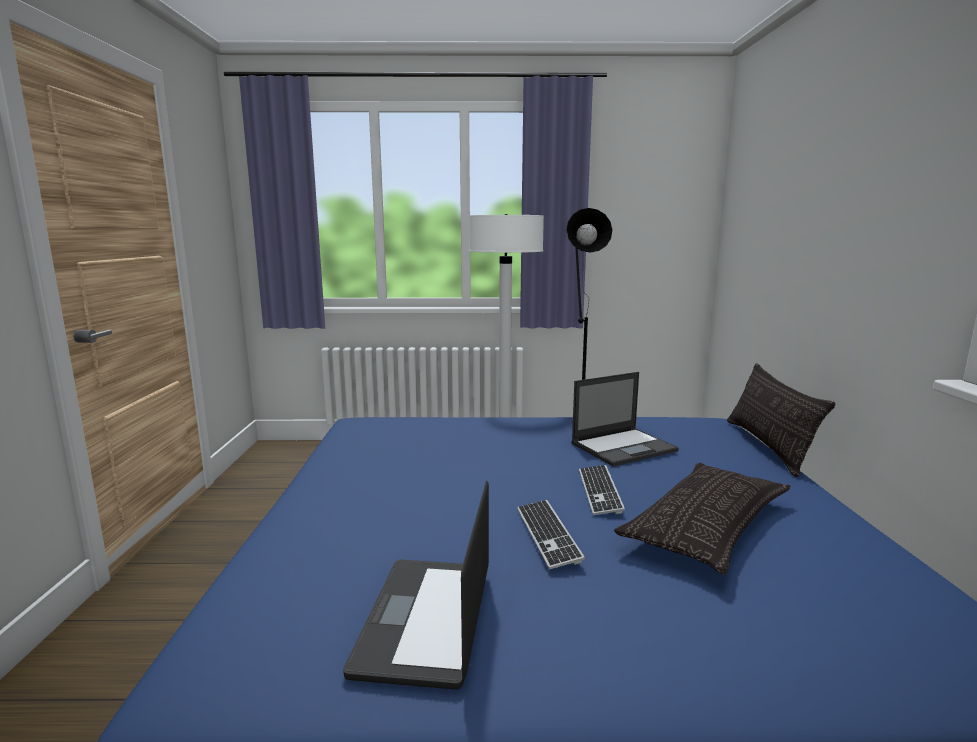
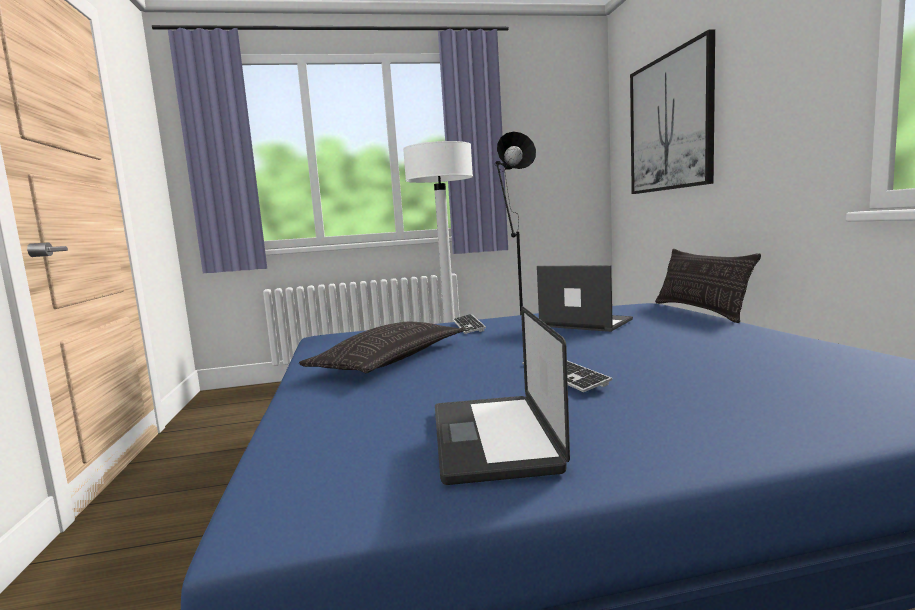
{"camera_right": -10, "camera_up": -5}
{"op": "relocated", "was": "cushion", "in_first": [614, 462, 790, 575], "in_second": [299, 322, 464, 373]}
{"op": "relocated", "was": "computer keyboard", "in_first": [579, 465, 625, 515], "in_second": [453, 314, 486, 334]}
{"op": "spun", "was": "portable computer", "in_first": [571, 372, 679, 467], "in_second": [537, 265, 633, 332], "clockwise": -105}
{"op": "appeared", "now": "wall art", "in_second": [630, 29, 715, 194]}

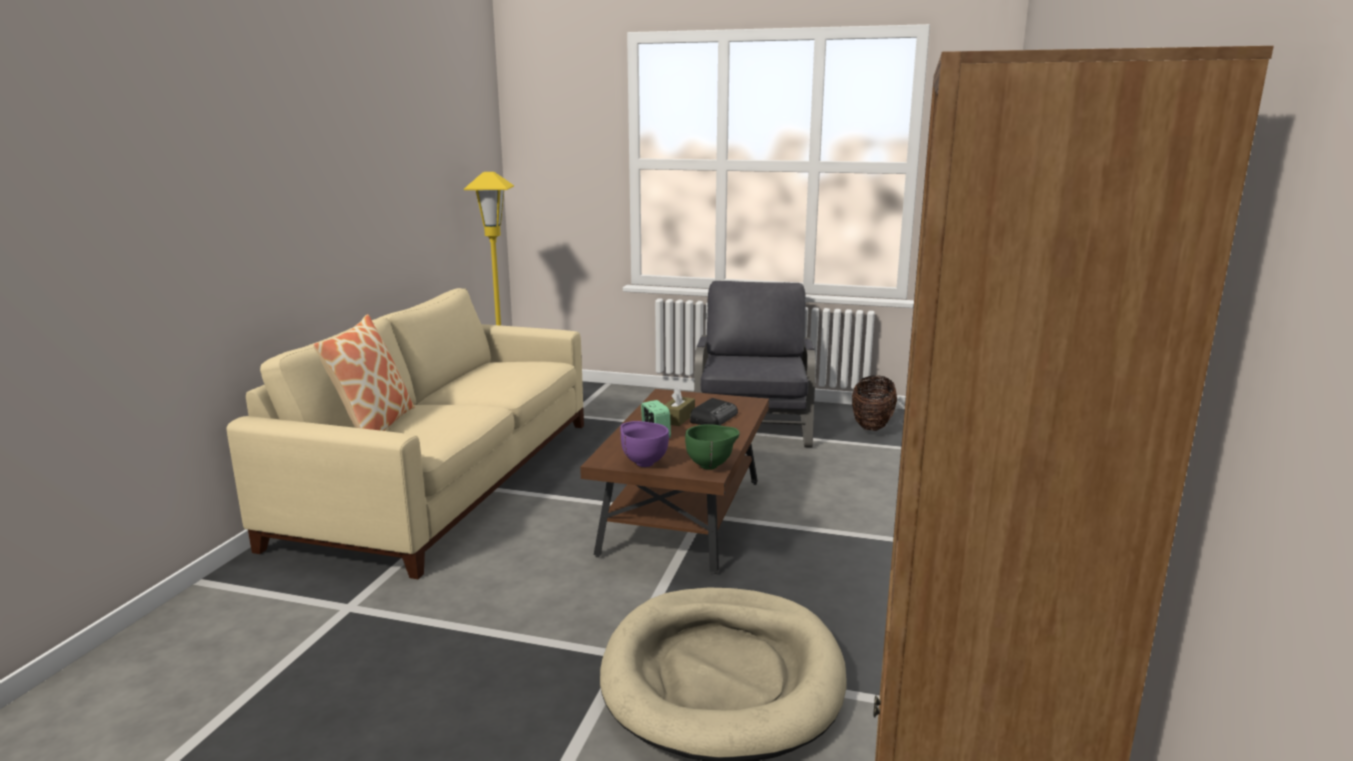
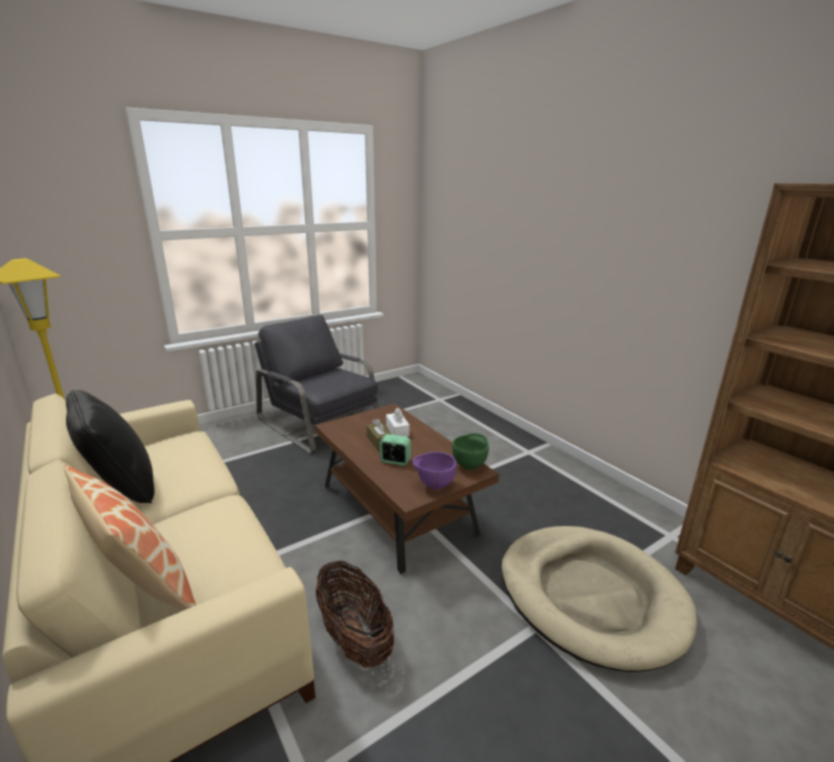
{"camera_right": -50, "camera_up": 5}
{"op": "appeared", "now": "cushion (blackish)", "in_second": [66, 390, 155, 503]}
{"op": "relocated", "was": "household basket", "in_first": [852, 375, 897, 431], "in_second": [316, 560, 394, 668]}
{"op": "exchanged", "was": "radio receiver", "now": "tissue box (white)", "in_first": [690, 398, 738, 425], "in_second": [386, 408, 410, 437]}

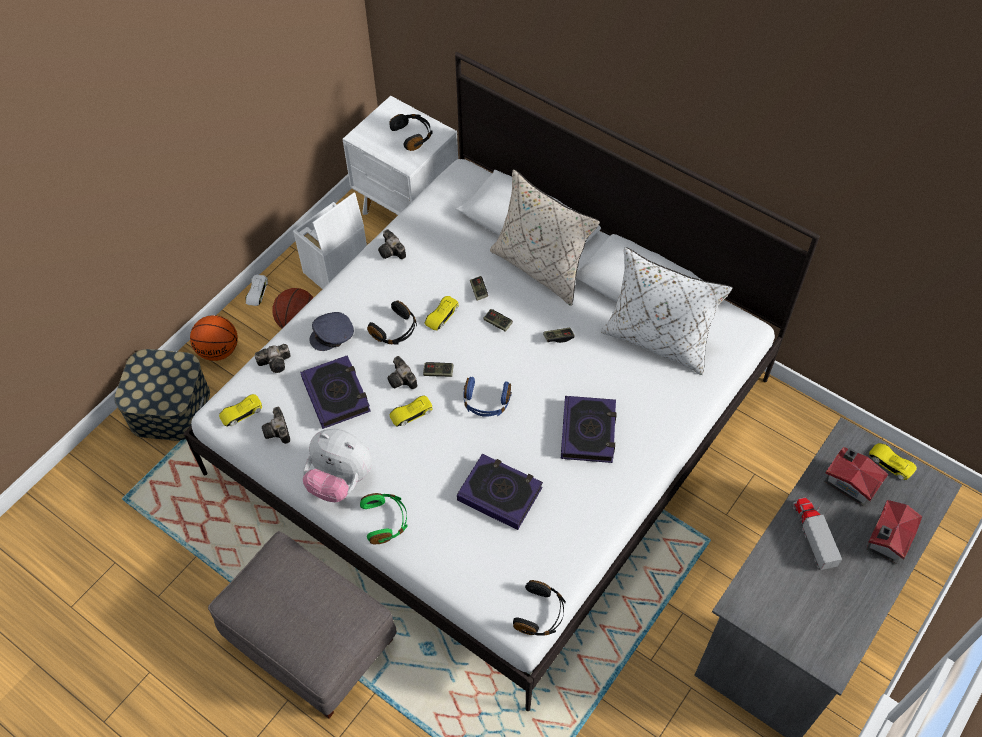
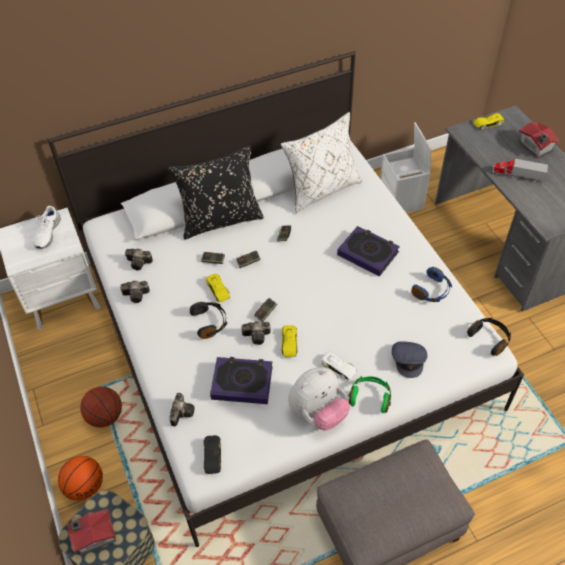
{"camera_right": -60, "camera_up": -5}
{"op": "exchanged", "was": "headphones (blackish)", "now": "shoe (white)", "in_first": [389, 114, 433, 151], "in_second": [34, 206, 61, 249]}
{"op": "relocated", "was": "toy house", "in_first": [824, 447, 888, 506], "in_second": [67, 509, 116, 555]}
{"op": "relocated", "was": "still camera", "in_first": [262, 407, 290, 444], "in_second": [125, 249, 153, 270]}
{"op": "colour", "was": "cushion (beige)", "now": "cushion (blackish)", "in_first": [490, 170, 600, 306], "in_second": [168, 145, 264, 240]}
{"op": "colour", "was": "toy car (yellowish)", "now": "toy car (blackish)", "in_first": [219, 394, 262, 427], "in_second": [204, 435, 221, 474]}
{"op": "relocated", "was": "toy car (white)", "in_first": [246, 275, 268, 306], "in_second": [321, 352, 356, 380]}
{"op": "relocated", "was": "storage container (white)", "in_first": [293, 192, 367, 289], "in_second": [380, 122, 431, 213]}
{"op": "relocated", "was": "baseball cap (gray)", "in_first": [309, 312, 354, 351], "in_second": [392, 341, 427, 378]}
{"op": "relocated", "was": "headphones (blue-coloured)", "in_first": [463, 377, 512, 417], "in_second": [411, 267, 452, 302]}
{"op": "missing", "was": "volume", "in_first": [457, 454, 543, 530]}

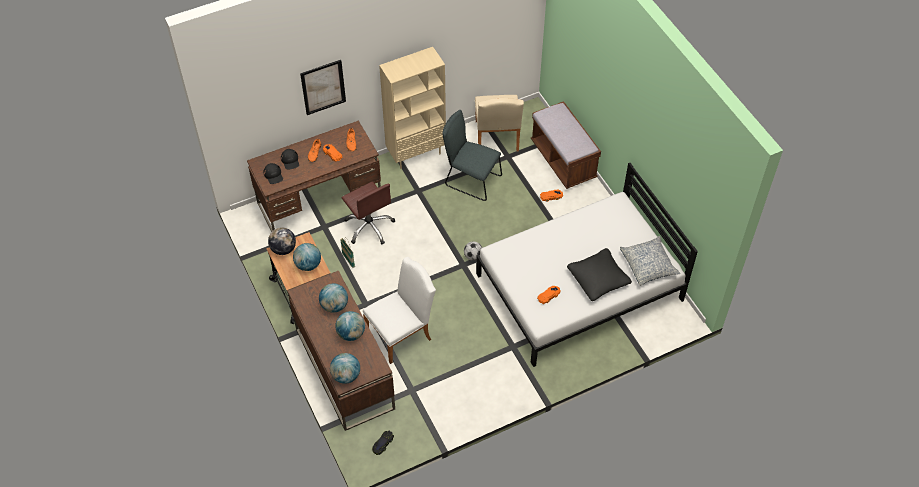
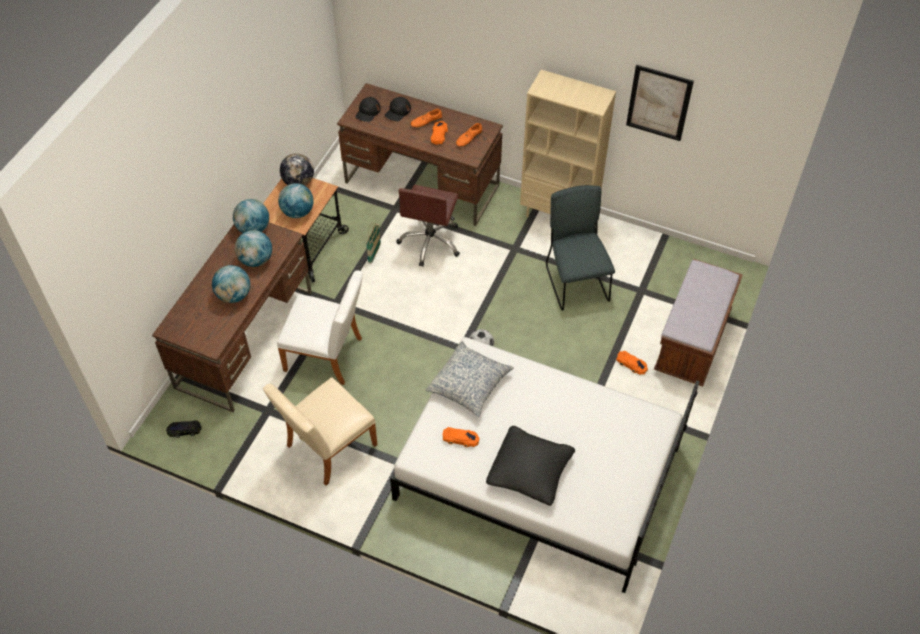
{"camera_right": 50, "camera_up": 0}
{"op": "relocated", "was": "globe", "in_first": [330, 353, 360, 384], "in_second": [233, 199, 269, 233]}
{"op": "relocated", "was": "upright chair (beige)", "in_first": [475, 95, 524, 151], "in_second": [263, 377, 377, 485]}
{"op": "relocated", "was": "cushion", "in_first": [620, 236, 680, 286], "in_second": [426, 341, 514, 417]}
{"op": "relocated", "was": "wall art", "in_first": [300, 60, 346, 115], "in_second": [626, 65, 694, 141]}

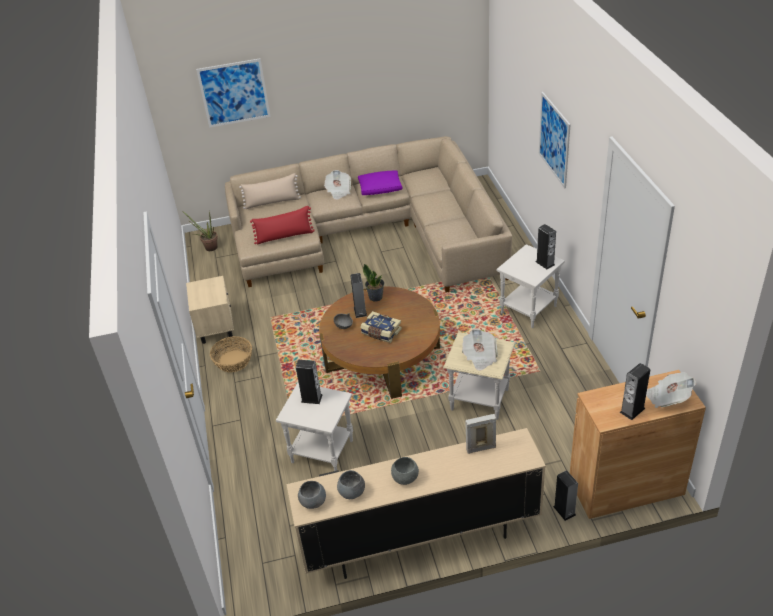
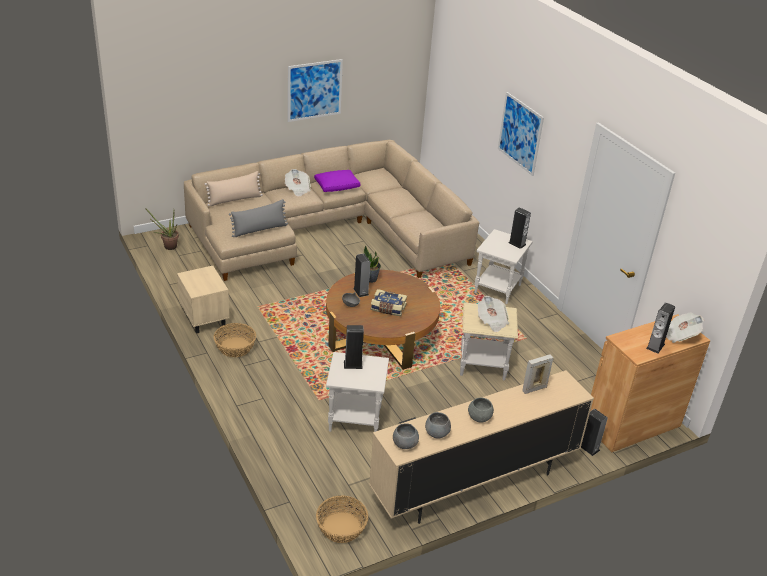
{"camera_right": -20, "camera_up": -5}
{"op": "colour", "was": "cushion (red-coloured)", "now": "cushion (gray)", "in_first": [250, 206, 315, 245], "in_second": [229, 199, 288, 237]}
{"op": "relocated", "was": "wall art", "in_first": [196, 58, 271, 128], "in_second": [288, 59, 343, 122]}
{"op": "appeared", "now": "household basket", "in_second": [316, 495, 368, 543]}

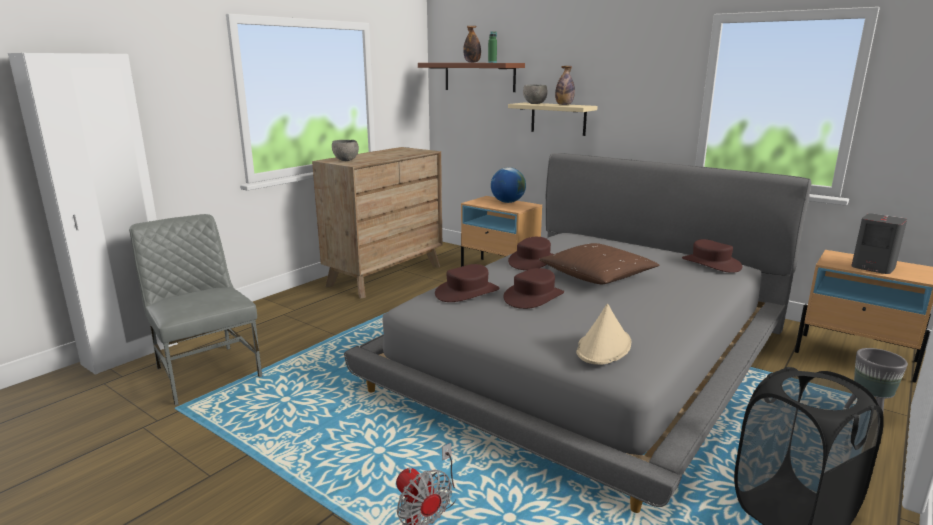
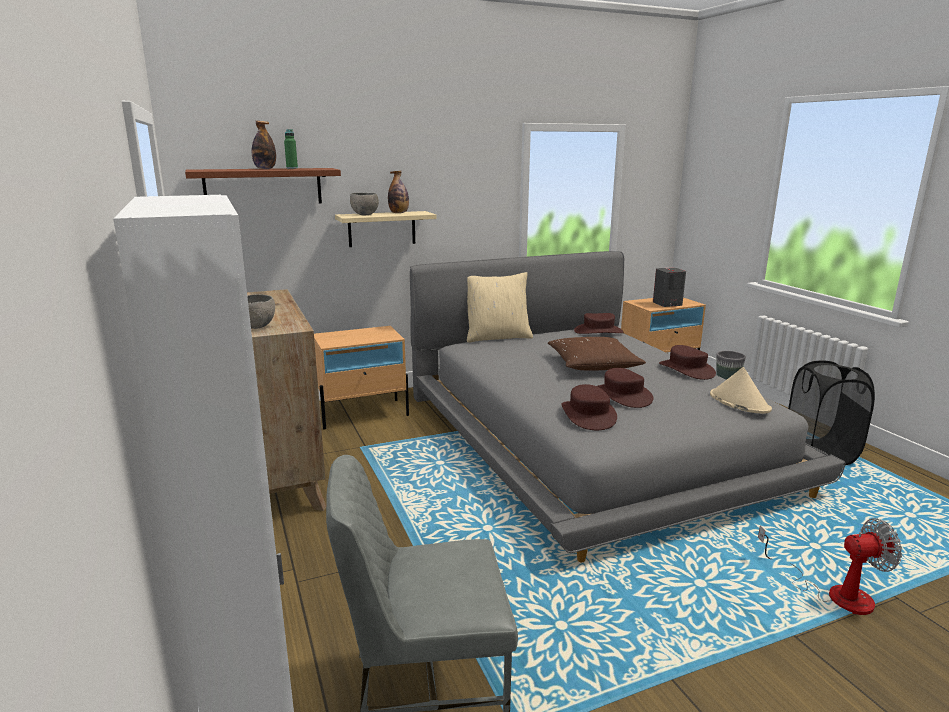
{"camera_right": -60, "camera_up": 0}
{"op": "appeared", "now": "cushion (beige)", "in_second": [467, 272, 533, 343]}
{"op": "relocated", "was": "clothing hat (brownish)", "in_first": [508, 237, 553, 270], "in_second": [659, 345, 716, 380]}
{"op": "missing", "was": "globe", "in_first": [491, 167, 526, 203]}

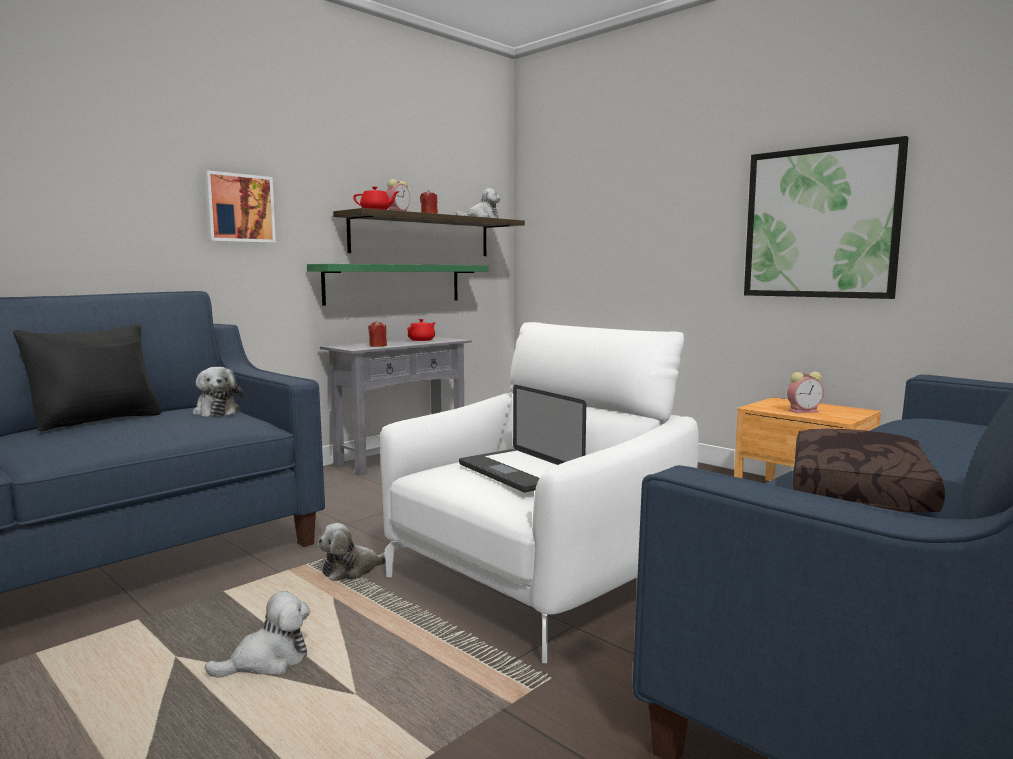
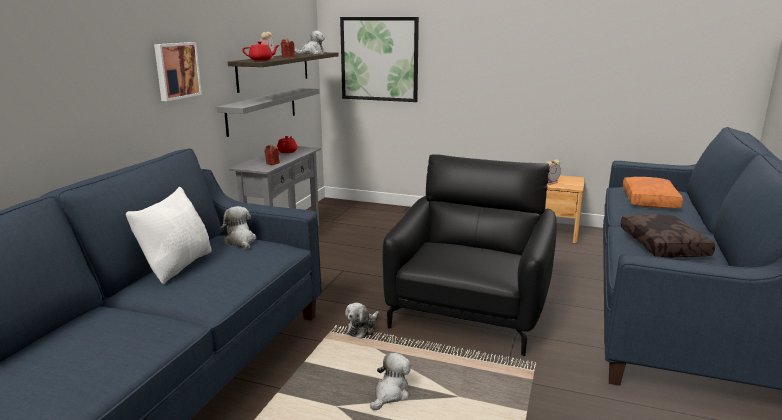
{"camera_right": -25, "camera_up": 10}
{"op": "colour", "was": "cushion (blackish)", "now": "cushion (white)", "in_first": [13, 323, 162, 431], "in_second": [126, 187, 212, 284]}
{"op": "colour", "was": "wall shelf (green)", "now": "wall shelf (gray)", "in_first": [307, 264, 488, 306], "in_second": [217, 88, 319, 137]}
{"op": "spun", "was": "cuddly toy", "in_first": [192, 367, 243, 417], "in_second": [220, 206, 256, 250], "clockwise": -150}
{"op": "relocated", "was": "wall art", "in_first": [744, 136, 909, 299], "in_second": [340, 17, 419, 102]}
{"op": "colour", "was": "easy chair (white)", "now": "easy chair (blackish)", "in_first": [380, 322, 699, 663], "in_second": [382, 154, 557, 356]}
{"op": "appeared", "now": "cushion (orange)", "in_second": [623, 177, 683, 208]}
{"op": "missing", "was": "portable computer", "in_first": [459, 385, 586, 492]}

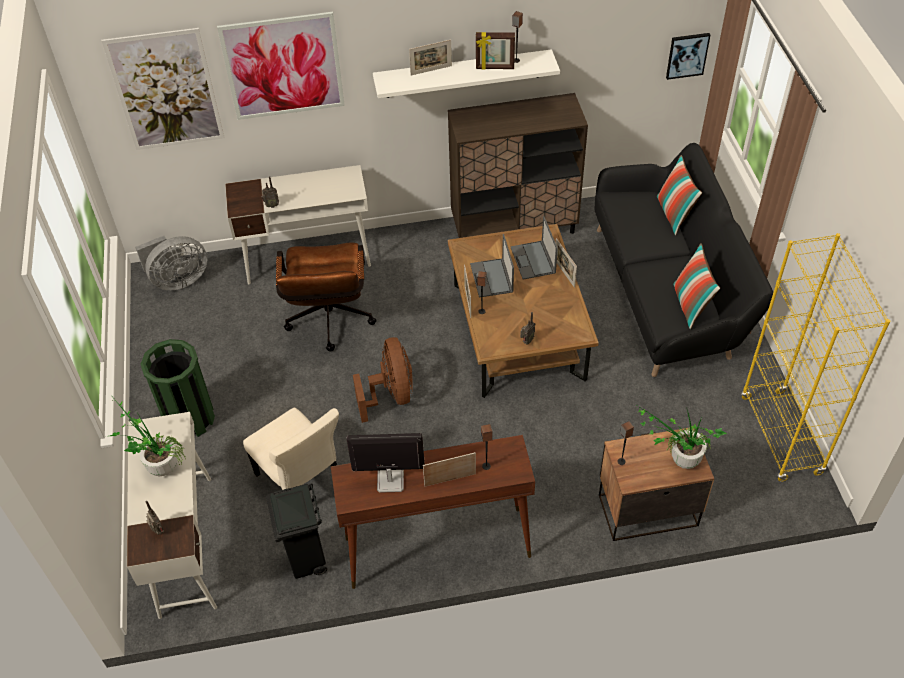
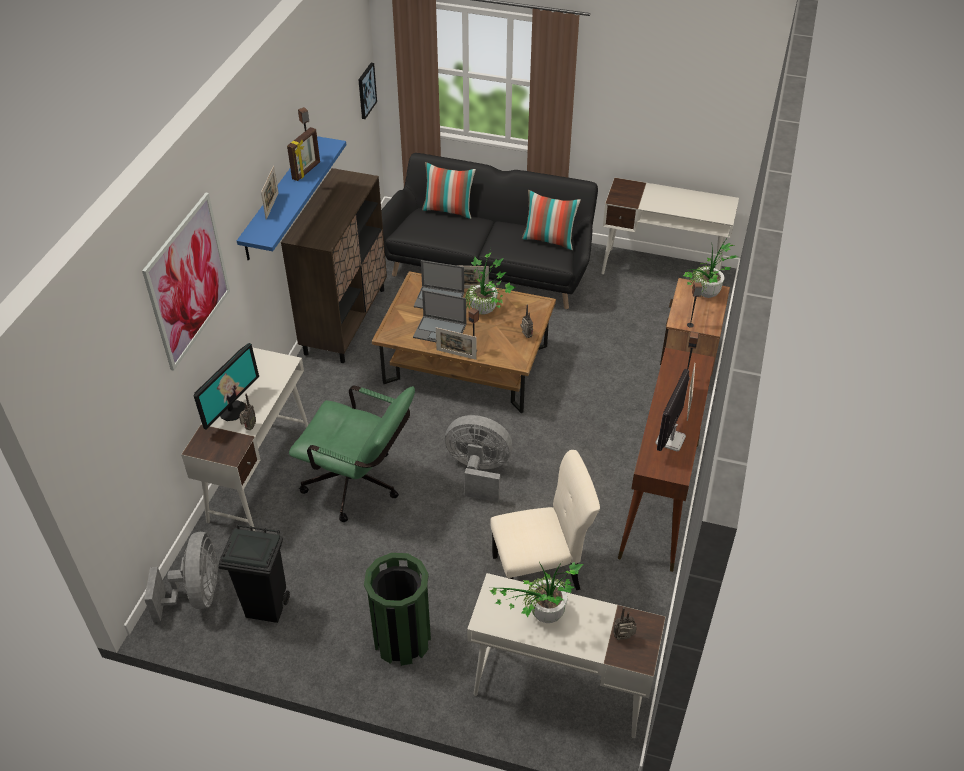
{"camera_right": -65, "camera_up": -5}
{"op": "appeared", "now": "monitor", "in_second": [194, 343, 259, 430]}
{"op": "relocated", "was": "waste bin (blackish)", "in_first": [266, 483, 327, 579], "in_second": [218, 524, 290, 623]}
{"op": "colour", "was": "wall shelf (white)", "now": "wall shelf (blue-coloured)", "in_first": [373, 49, 560, 98], "in_second": [237, 136, 346, 261]}
{"op": "colour", "was": "computer chair (brownish)", "now": "computer chair (green)", "in_first": [276, 243, 376, 352], "in_second": [289, 385, 415, 522]}
{"op": "colour", "was": "cooling fan (brownish)", "now": "cooling fan (gray)", "in_first": [353, 337, 413, 423], "in_second": [445, 415, 512, 503]}
{"op": "appeared", "now": "potted plant", "in_second": [465, 248, 516, 315]}
{"op": "exchanged", "was": "bookcase (yellowish)", "now": "desk (white)", "in_first": [741, 233, 890, 482], "in_second": [601, 177, 739, 274]}
{"op": "missing", "was": "wall art", "in_first": [101, 28, 225, 150]}

